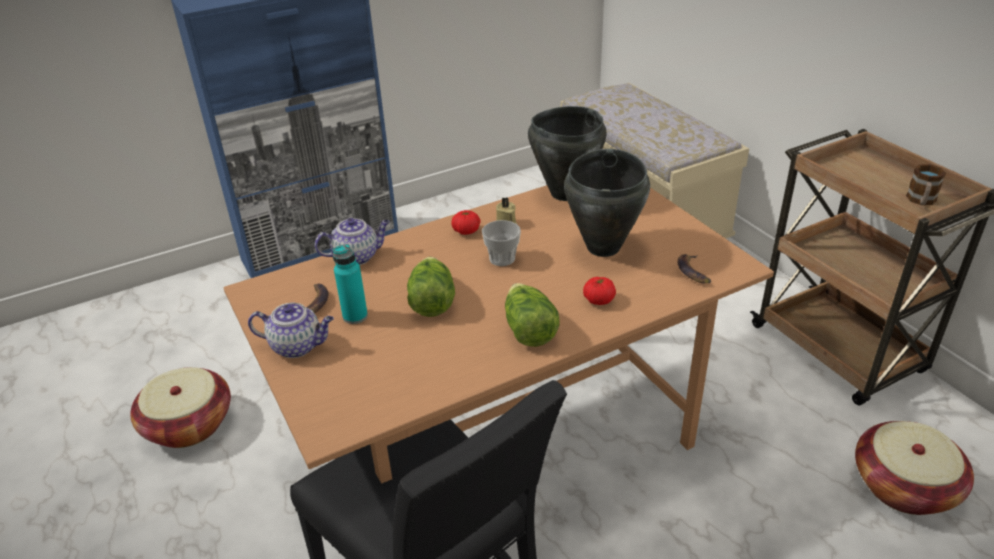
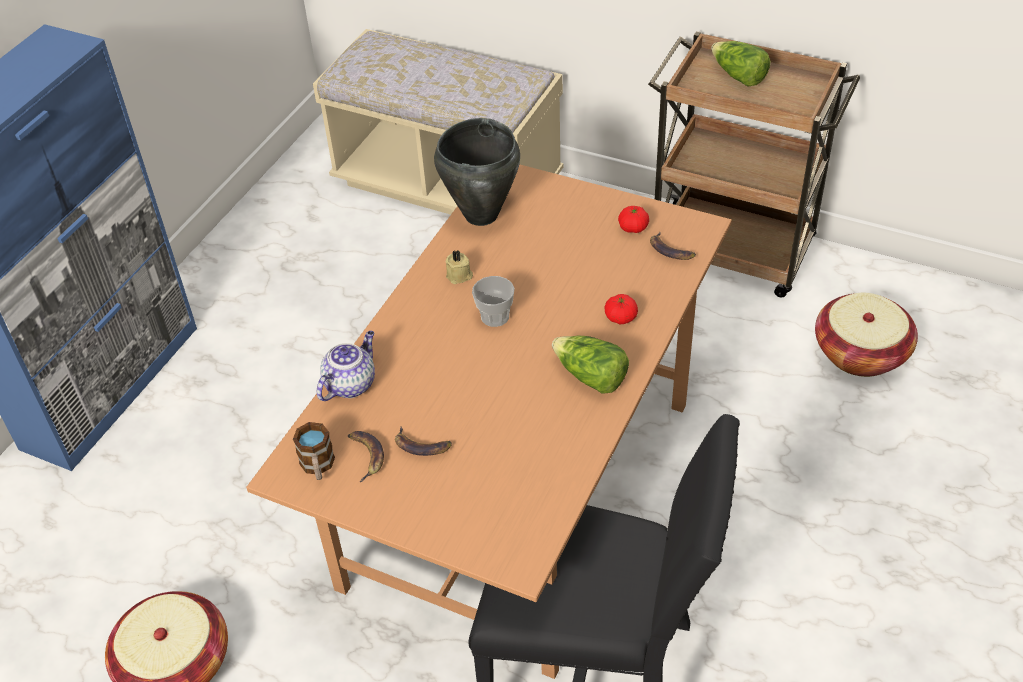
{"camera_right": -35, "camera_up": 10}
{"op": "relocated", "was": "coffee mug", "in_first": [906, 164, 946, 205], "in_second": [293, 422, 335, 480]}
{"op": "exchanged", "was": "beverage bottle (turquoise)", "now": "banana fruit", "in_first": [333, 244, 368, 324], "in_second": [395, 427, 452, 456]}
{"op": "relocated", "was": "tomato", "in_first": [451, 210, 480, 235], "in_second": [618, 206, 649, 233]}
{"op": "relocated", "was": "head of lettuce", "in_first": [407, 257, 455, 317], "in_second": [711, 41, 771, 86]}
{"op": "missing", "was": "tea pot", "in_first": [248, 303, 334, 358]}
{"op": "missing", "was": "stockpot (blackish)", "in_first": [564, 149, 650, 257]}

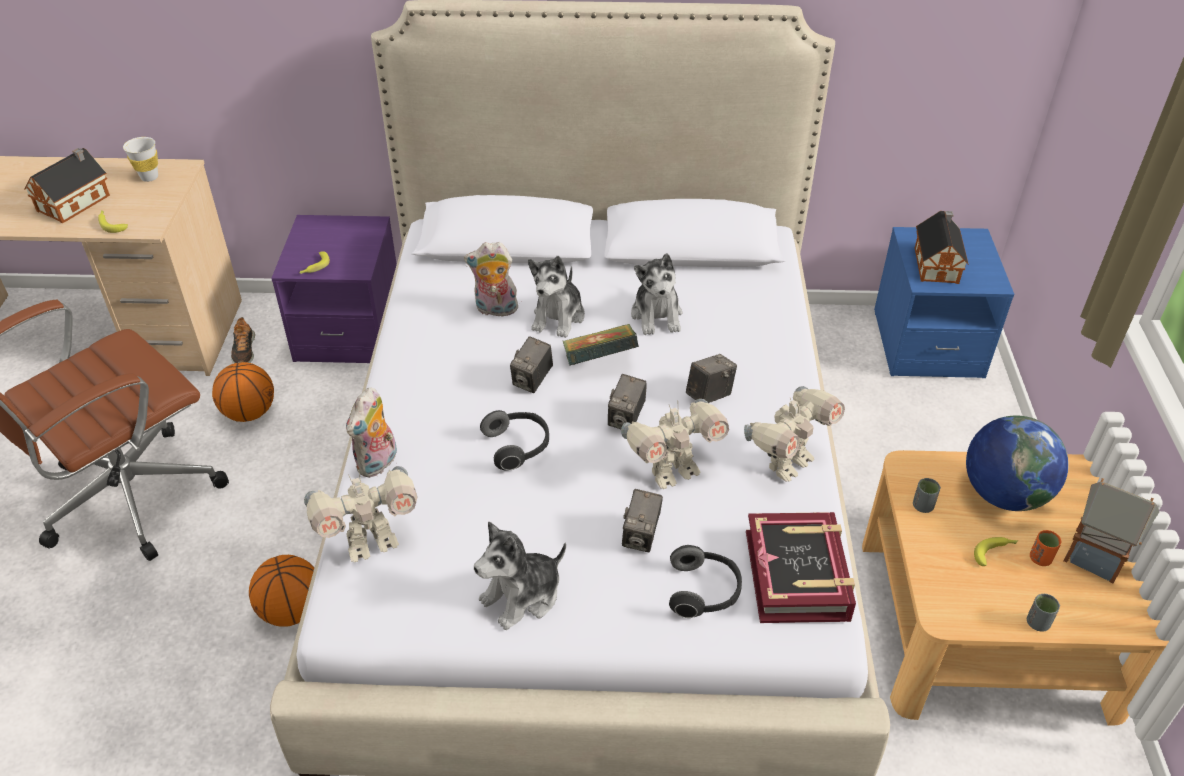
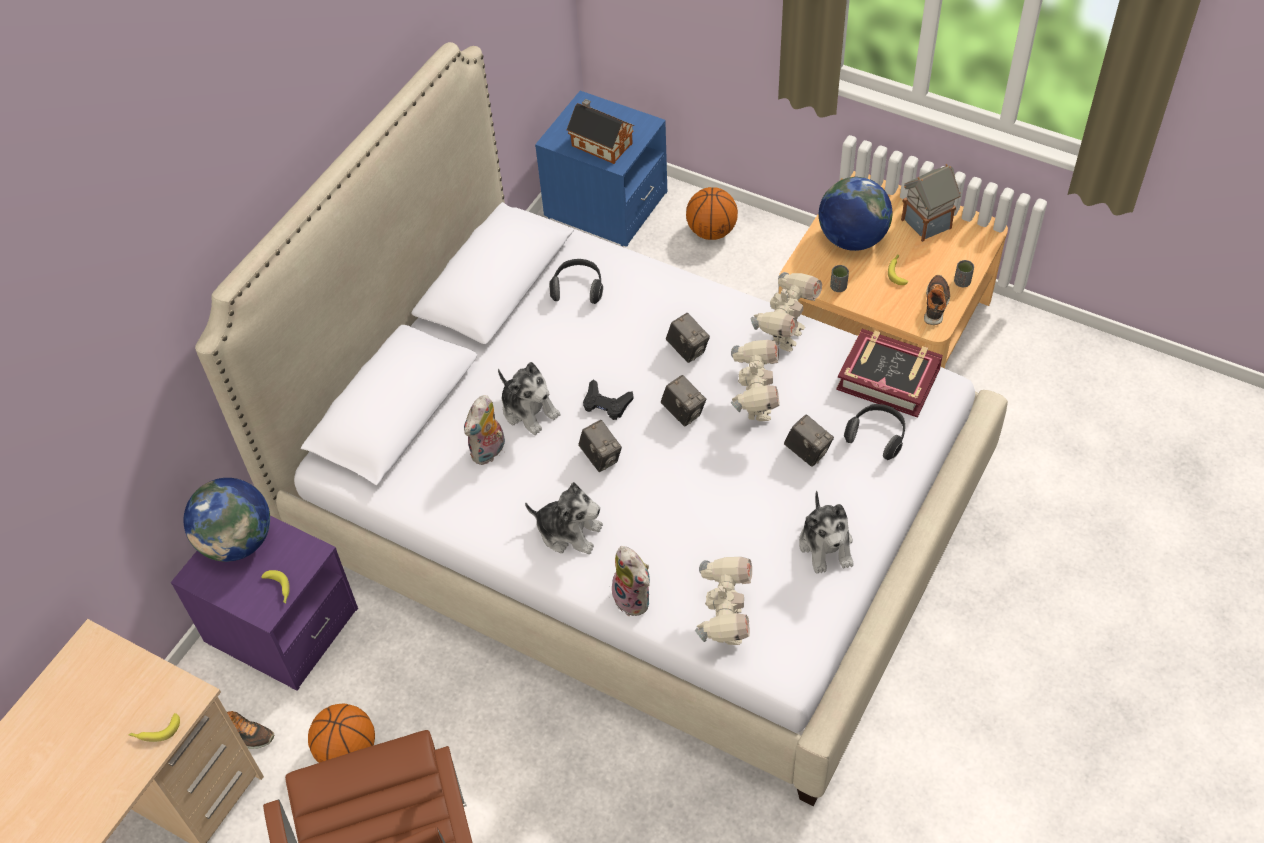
{"camera_right": -60, "camera_up": 10}
{"op": "appeared", "now": "globe", "in_second": [184, 478, 270, 562]}
{"op": "relocated", "was": "cuddly toy", "in_first": [631, 253, 682, 335], "in_second": [525, 482, 603, 554]}
{"op": "relocated", "was": "headphones", "in_first": [480, 410, 549, 470], "in_second": [549, 259, 603, 304]}
{"op": "exchanged", "was": "volume", "now": "game controller (blackish)", "in_first": [563, 324, 639, 366], "in_second": [583, 379, 634, 420]}
{"op": "spun", "was": "still camera", "in_first": [686, 354, 737, 403], "in_second": [666, 313, 710, 363], "clockwise": 150}
{"op": "relocated", "was": "basketball", "in_first": [249, 555, 314, 627], "in_second": [686, 187, 738, 240]}
{"op": "spun", "was": "model robot", "in_first": [744, 386, 845, 482], "in_second": [751, 272, 822, 352], "clockwise": 45}
{"op": "appeared", "now": "shoe", "in_second": [924, 275, 950, 325]}
{"op": "missing", "was": "toy house", "in_first": [24, 148, 110, 223]}
{"op": "missing", "was": "small cup (white)", "in_first": [123, 137, 158, 182]}
{"op": "missing", "was": "small cup (orange)", "in_first": [1030, 530, 1061, 566]}

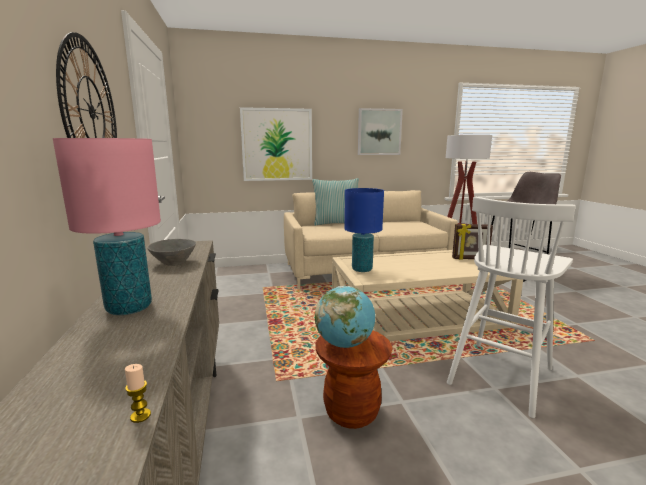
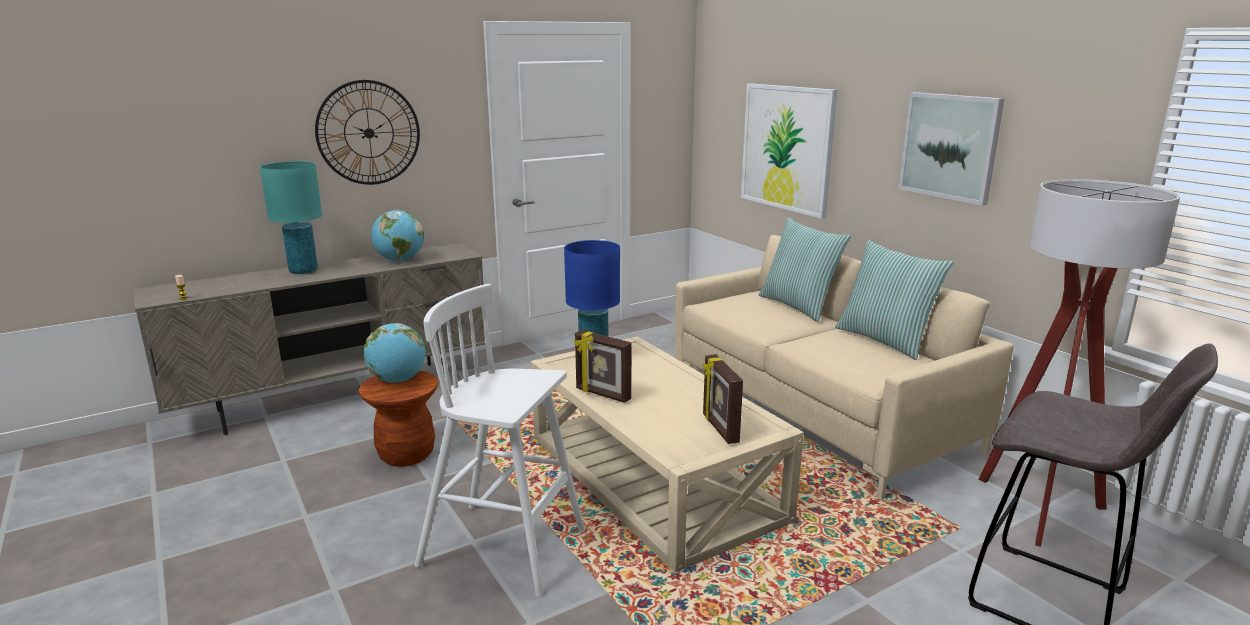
{"camera_right": 70, "camera_up": 5}
{"op": "colour", "was": "table lamp (pink)", "now": "table lamp (turquoise)", "in_first": [53, 138, 161, 315], "in_second": [260, 161, 322, 274]}
{"op": "exchanged", "was": "deep dish (gray)", "now": "globe", "in_first": [147, 239, 196, 265], "in_second": [371, 210, 424, 261]}
{"op": "appeared", "now": "standing frame", "in_second": [574, 330, 631, 403]}
{"op": "appeared", "now": "cushion", "in_second": [835, 240, 953, 360]}

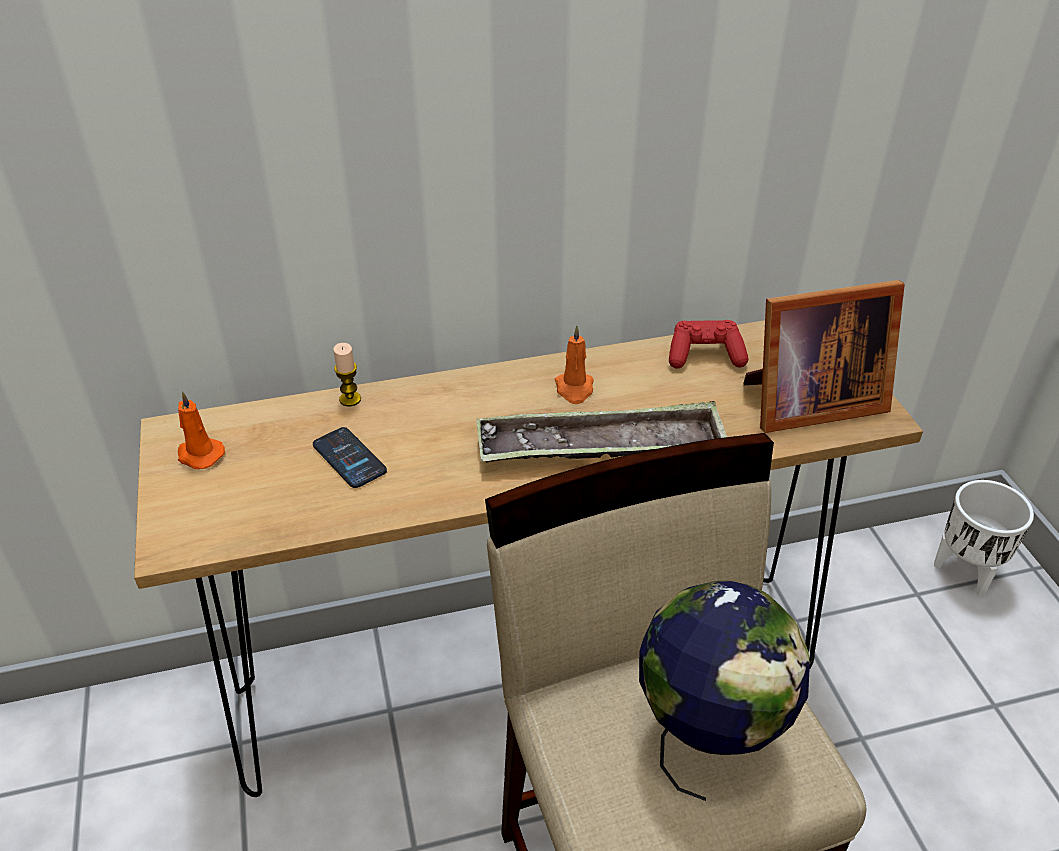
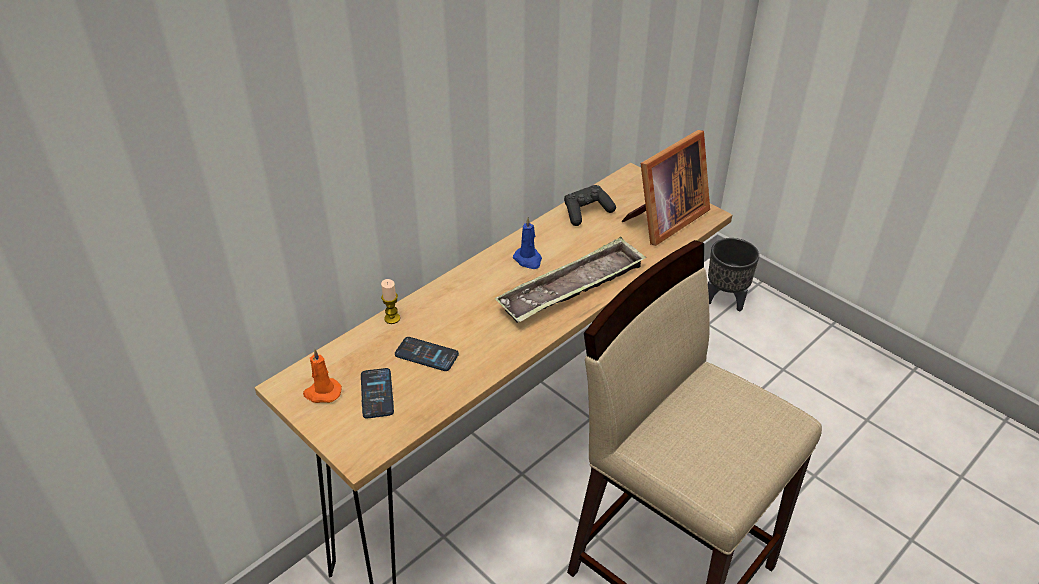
{"camera_right": -30, "camera_up": 0}
{"op": "appeared", "now": "telephone", "in_second": [361, 368, 394, 418]}
{"op": "colour", "was": "candle (orange)", "now": "candle (blue-coloured)", "in_first": [555, 326, 594, 404], "in_second": [513, 217, 542, 269]}
{"op": "colour", "was": "game controller (red-coloured)", "now": "game controller (blackish)", "in_first": [669, 320, 748, 369], "in_second": [564, 185, 616, 226]}
{"op": "colour", "was": "flower pot (white)", "now": "flower pot (blackish)", "in_first": [934, 480, 1034, 596], "in_second": [708, 238, 759, 312]}
{"op": "missing", "was": "globe", "in_first": [639, 580, 810, 801]}

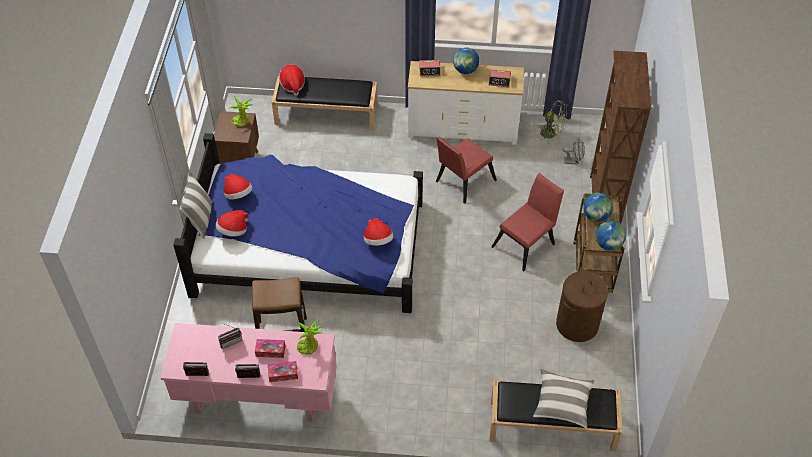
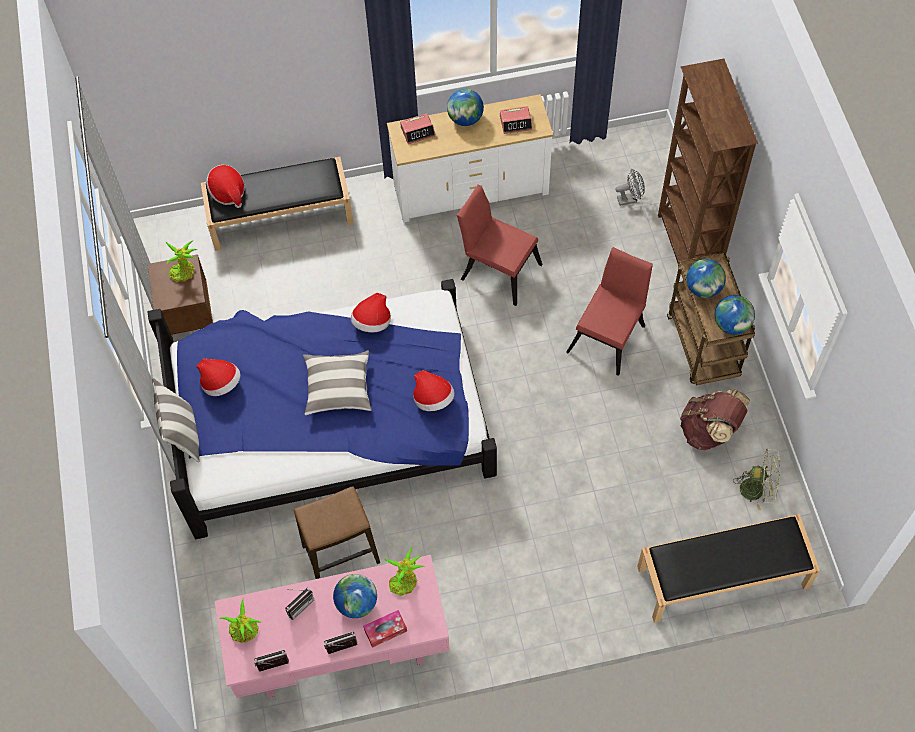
{"camera_right": -15, "camera_up": 10}
{"op": "appeared", "now": "potted plant", "in_second": [219, 598, 263, 643]}
{"op": "relocated", "was": "cushion", "in_first": [533, 369, 594, 428], "in_second": [303, 350, 372, 415]}
{"op": "exchanged", "was": "tissue box", "now": "globe", "in_first": [255, 339, 285, 358], "in_second": [333, 574, 377, 618]}
{"op": "relocated", "was": "clothing hat", "in_first": [215, 210, 248, 237], "in_second": [351, 293, 391, 332]}
{"op": "spun", "was": "upright chair (red-coloured)", "in_first": [436, 137, 497, 204], "in_second": [457, 184, 543, 306], "clockwise": 90}
{"op": "exchanged", "was": "laundry basket (brownish)", "now": "backpack (brownish)", "in_first": [556, 271, 608, 342], "in_second": [680, 389, 750, 450]}
{"op": "relocated", "was": "cooling fan (green)", "in_first": [538, 101, 568, 144], "in_second": [733, 448, 780, 510]}

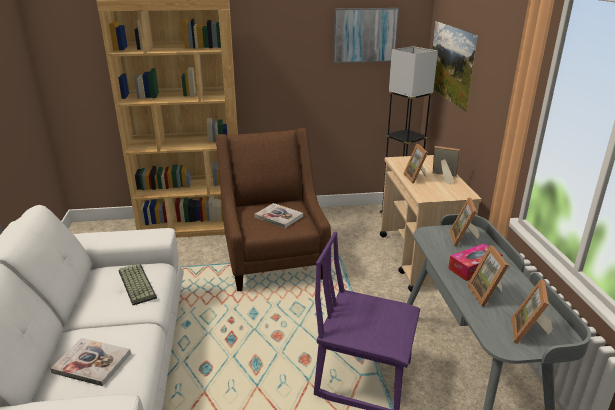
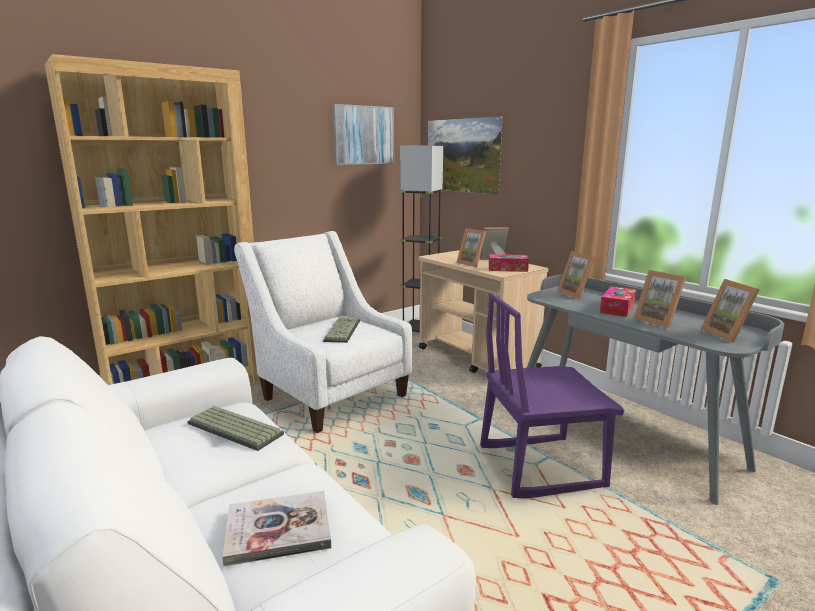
{"camera_right": -30, "camera_up": -10}
{"op": "colour", "was": "easy chair (brownish)", "now": "easy chair (white)", "in_first": [216, 128, 331, 291], "in_second": [234, 231, 412, 433]}
{"op": "exchanged", "was": "volume", "now": "computer keyboard", "in_first": [255, 203, 303, 228], "in_second": [323, 317, 360, 343]}
{"op": "appeared", "now": "tissue box", "in_second": [489, 254, 529, 272]}

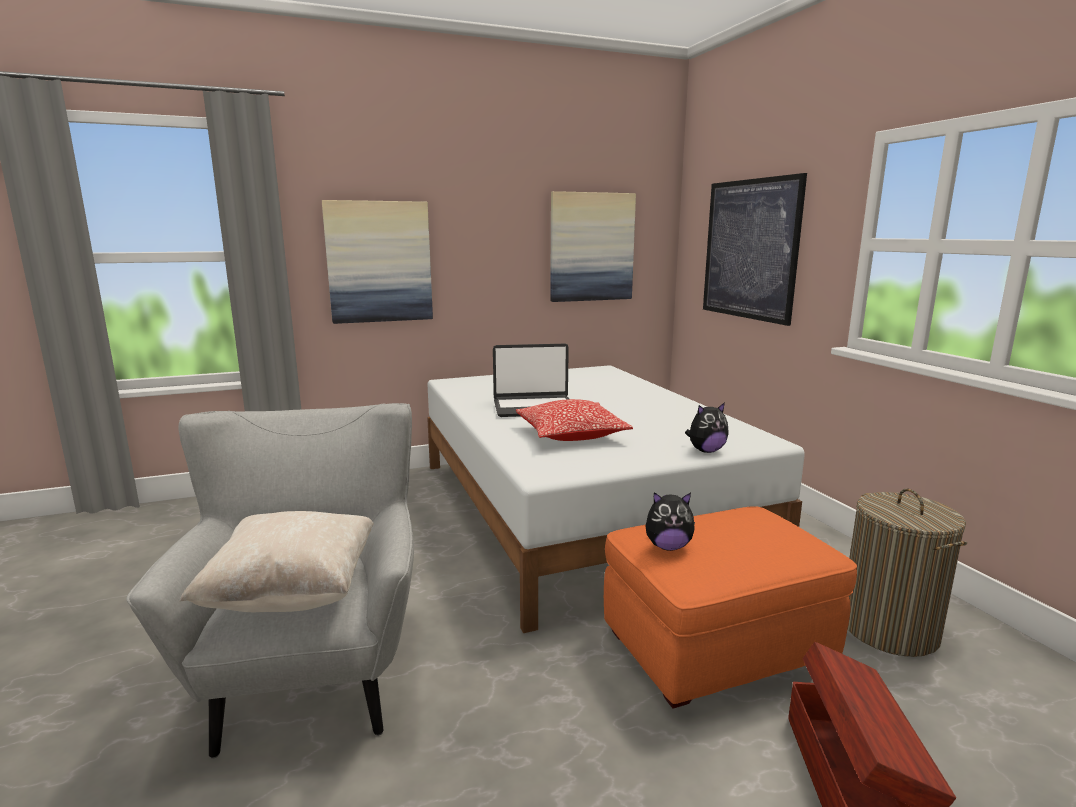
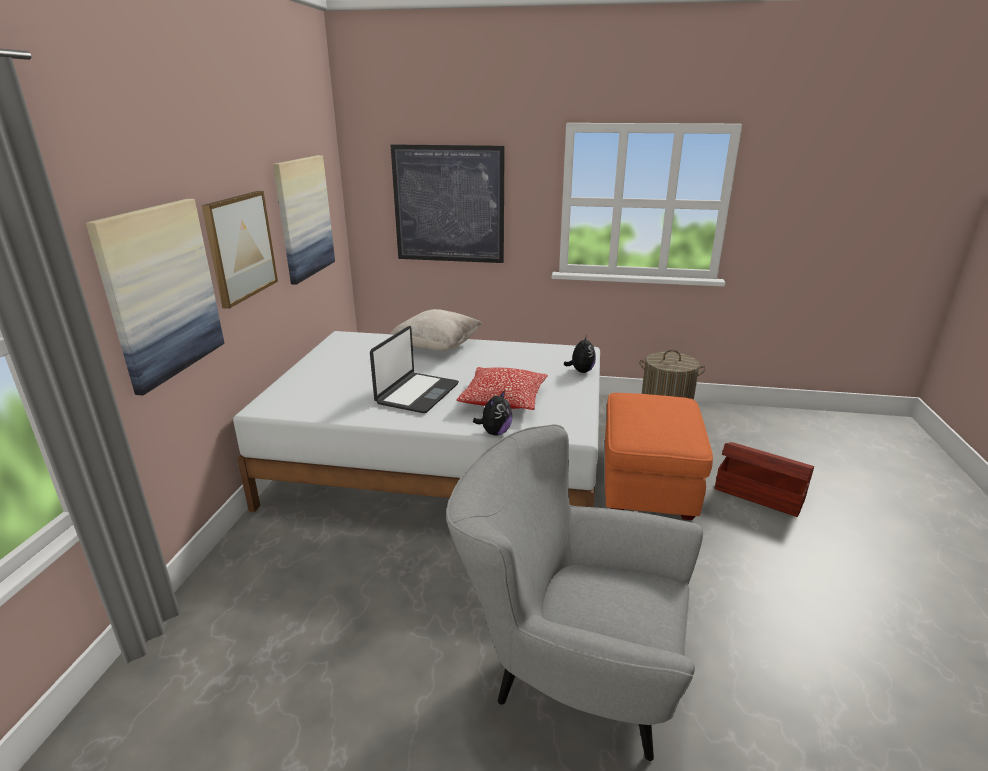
{"camera_right": -60, "camera_up": 10}
{"op": "appeared", "now": "wall art", "in_second": [202, 191, 278, 309]}
{"op": "relocated", "was": "cushion (beige)", "in_first": [179, 511, 374, 612], "in_second": [391, 309, 482, 351]}
{"op": "relocated", "was": "cuddly toy", "in_first": [645, 492, 695, 551], "in_second": [473, 390, 512, 436]}

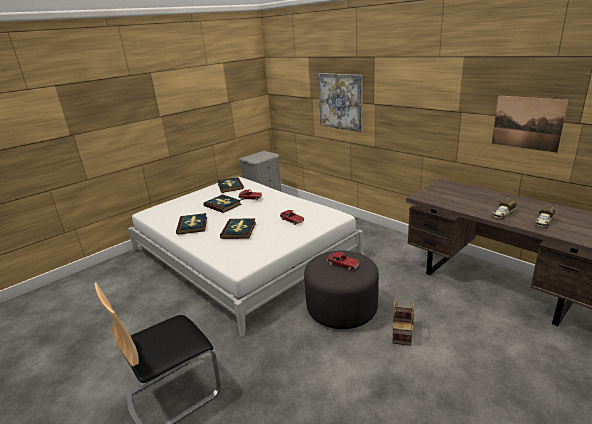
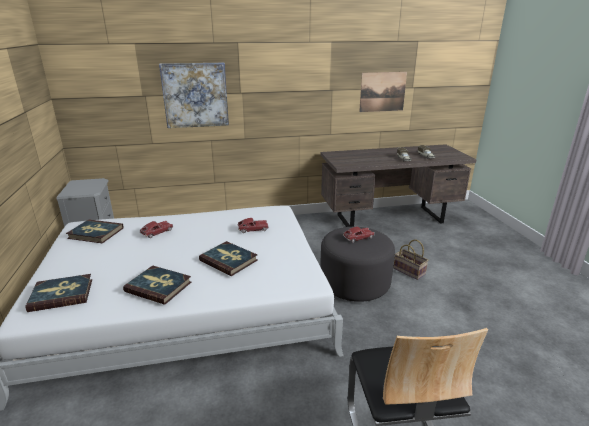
{"camera_right": -60, "camera_up": 0}
{"op": "relocated", "was": "volume", "in_first": [203, 195, 241, 213], "in_second": [26, 274, 92, 312]}

